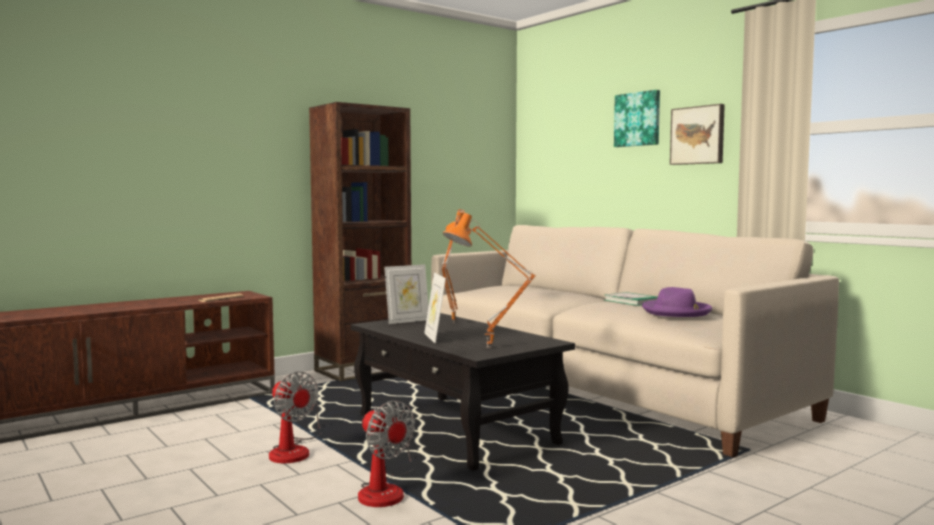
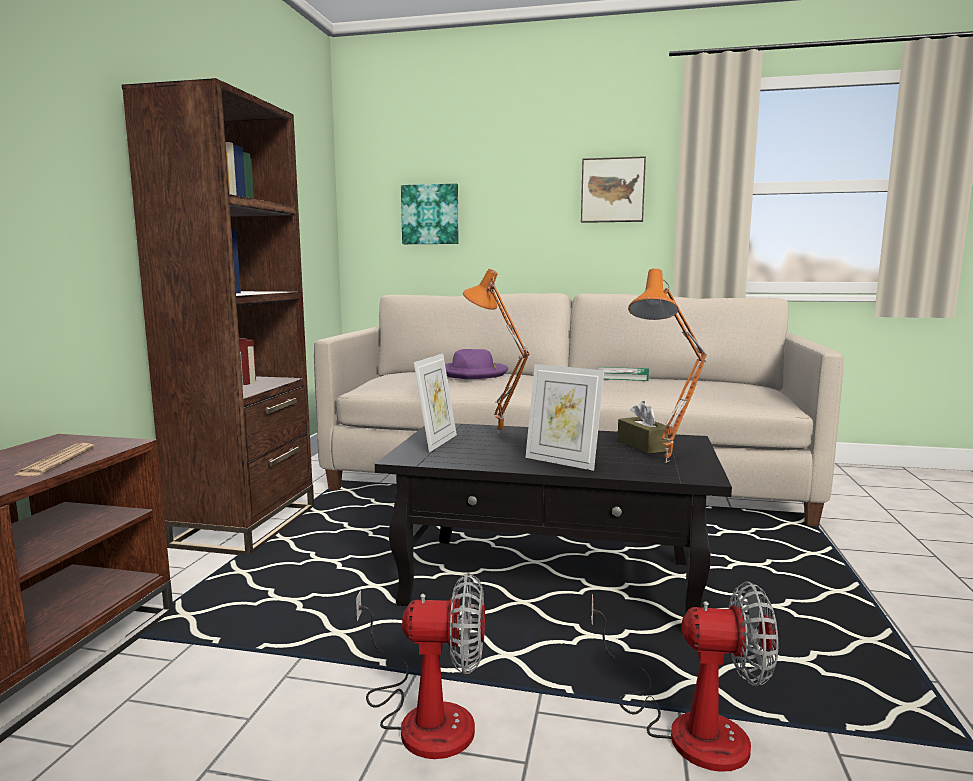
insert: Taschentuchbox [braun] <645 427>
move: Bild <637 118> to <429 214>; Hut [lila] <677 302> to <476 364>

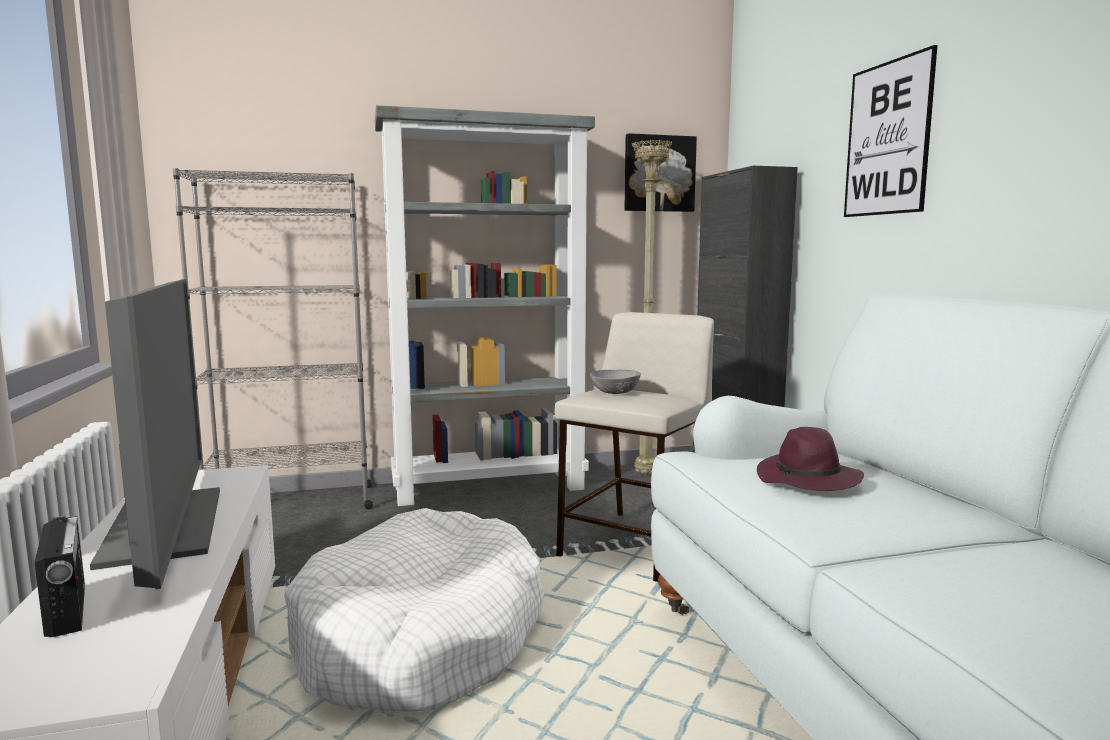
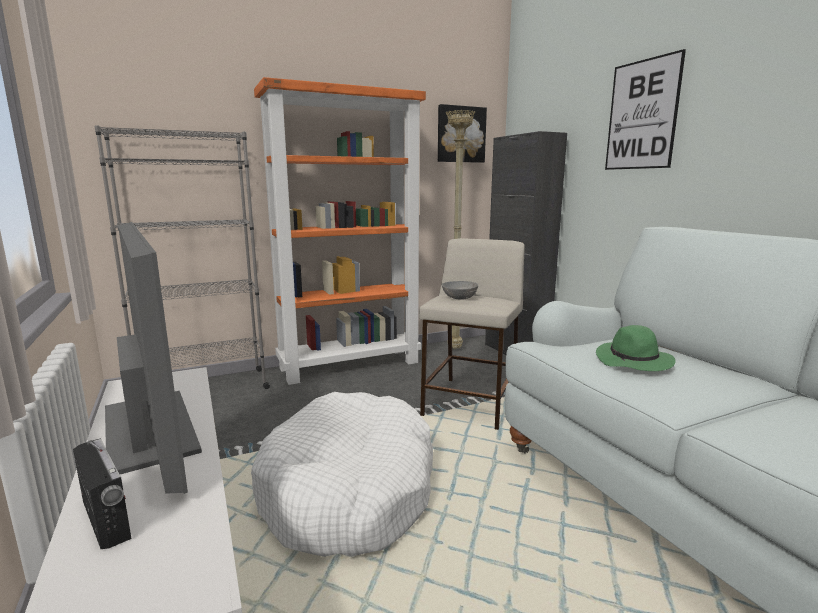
recolor: Bücherregal [grau] <485 305> to Bücherregal [orange] <340 231>; Hut [lila] <810 459> to Hut [grün] <636 348>

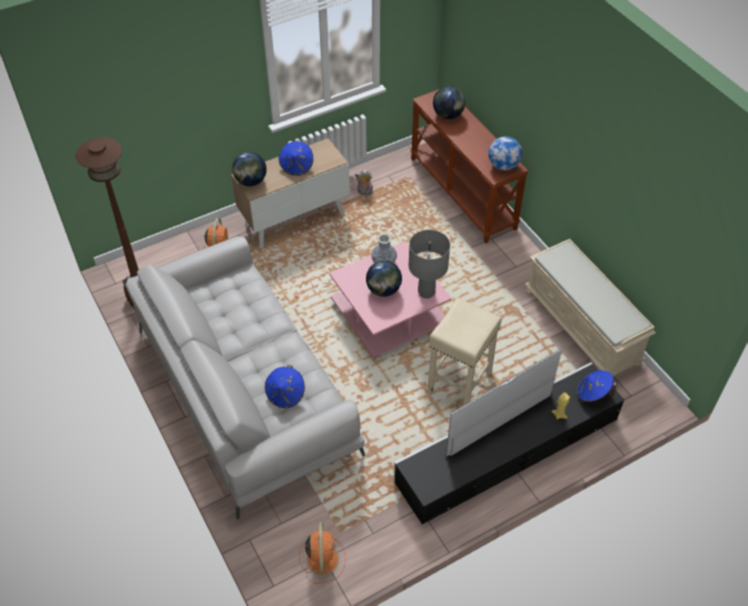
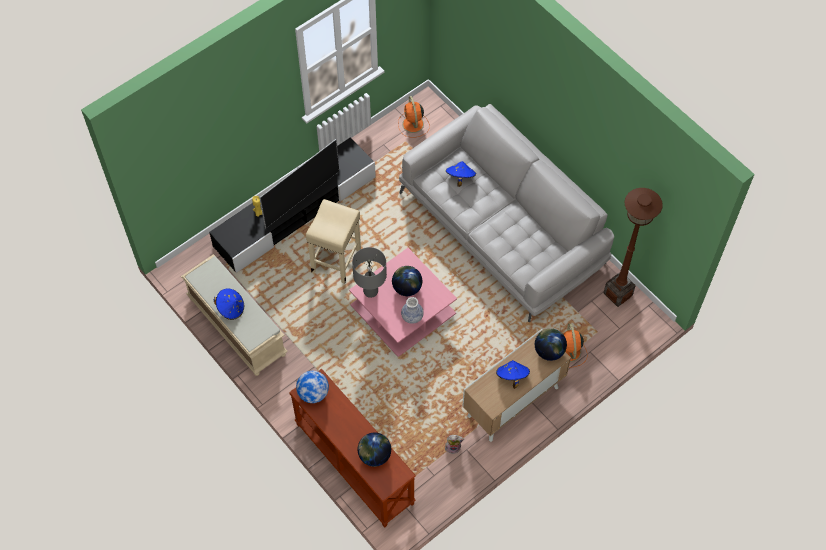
move: Hut [blau] <597 386> to <229 304>

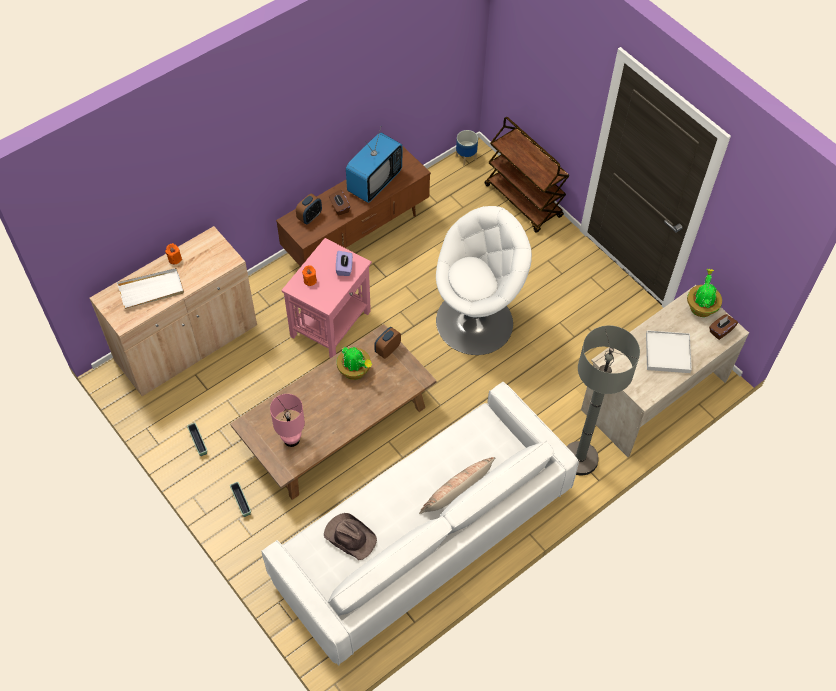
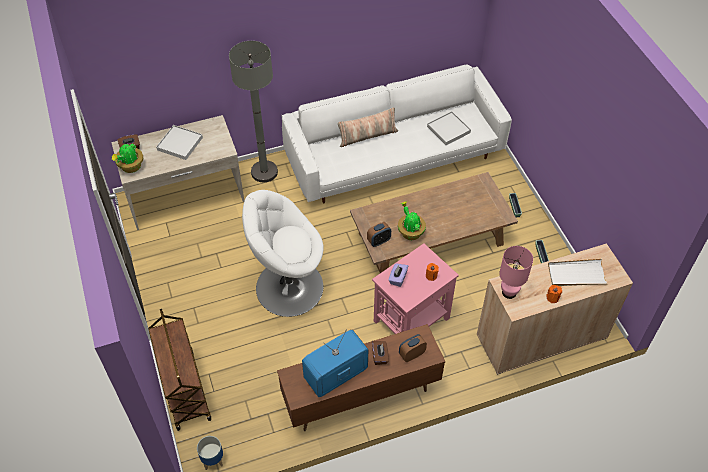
move: Tischlampe [rosa] <287 420> to <516 272>
replace: Hut [braun] <350 536> to Tablett [weiß] <449 128>

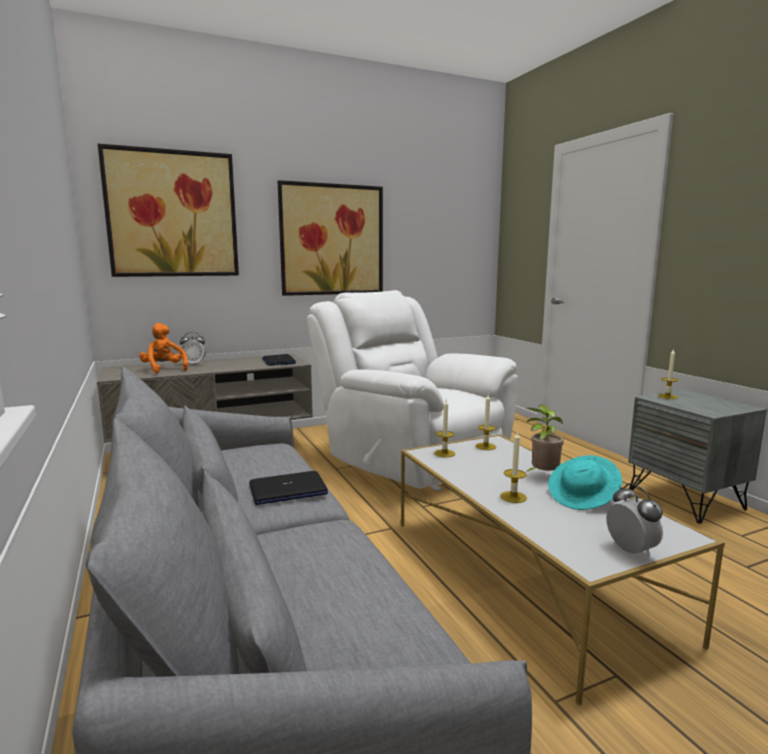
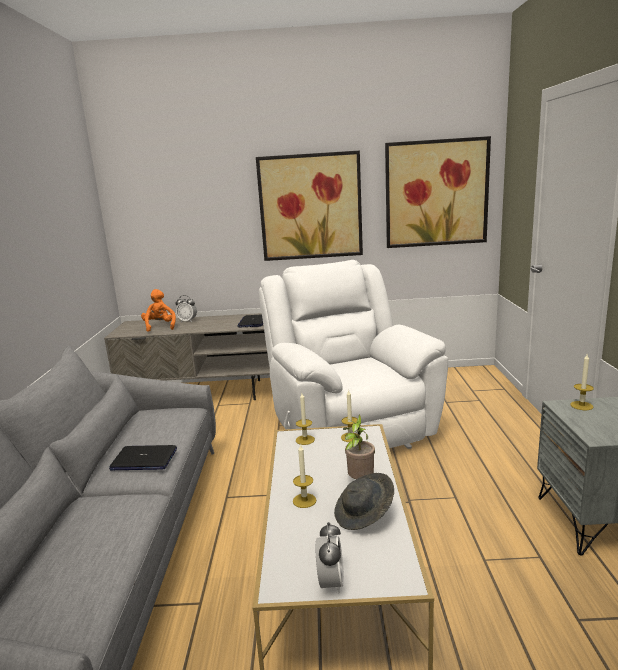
move: Bild <168 210> to <438 192>
recolor: Hut [türkis] <585 482> to Hut [grau] <364 501>

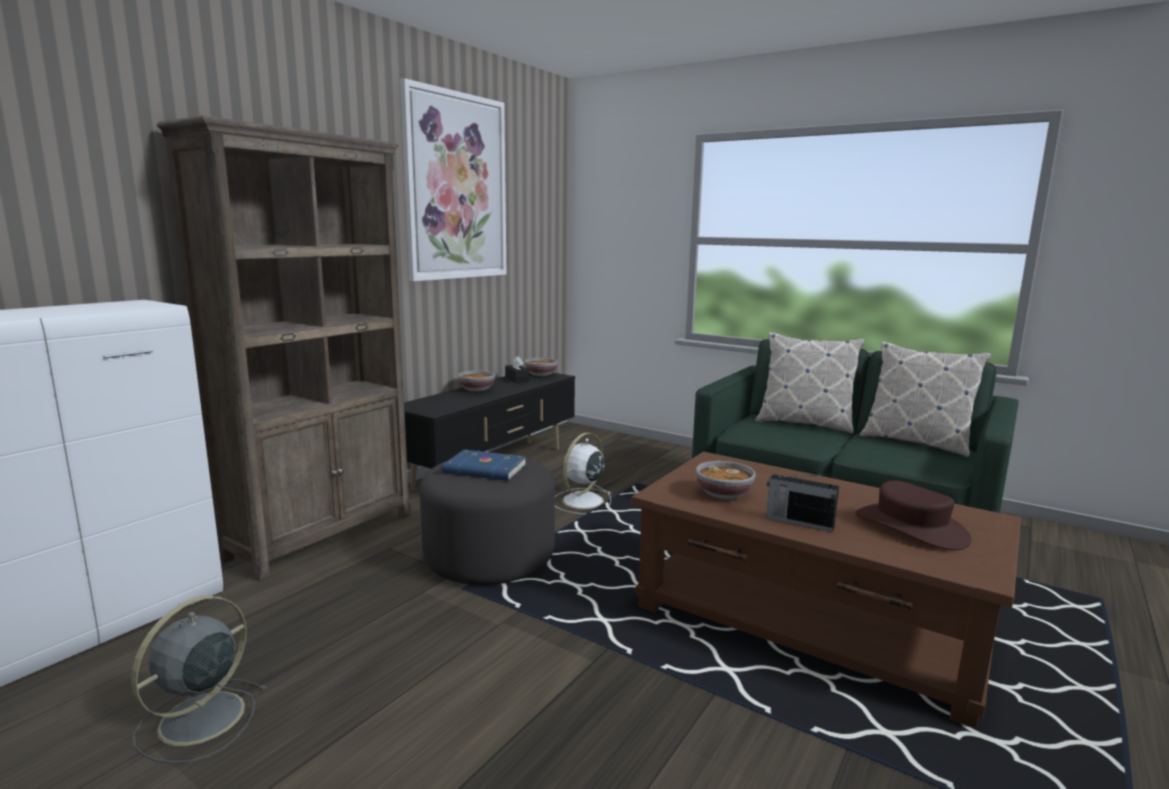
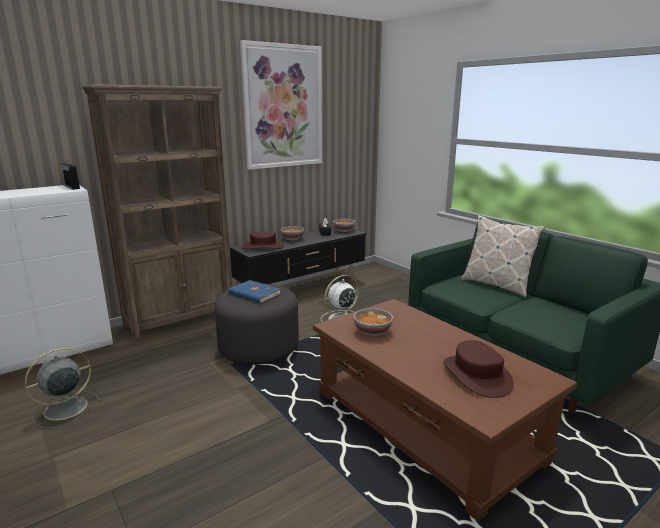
delete: Kissen <925 399>
insert: Hut [braun] <263 240>
move: Radio <802 503> to <69 174>

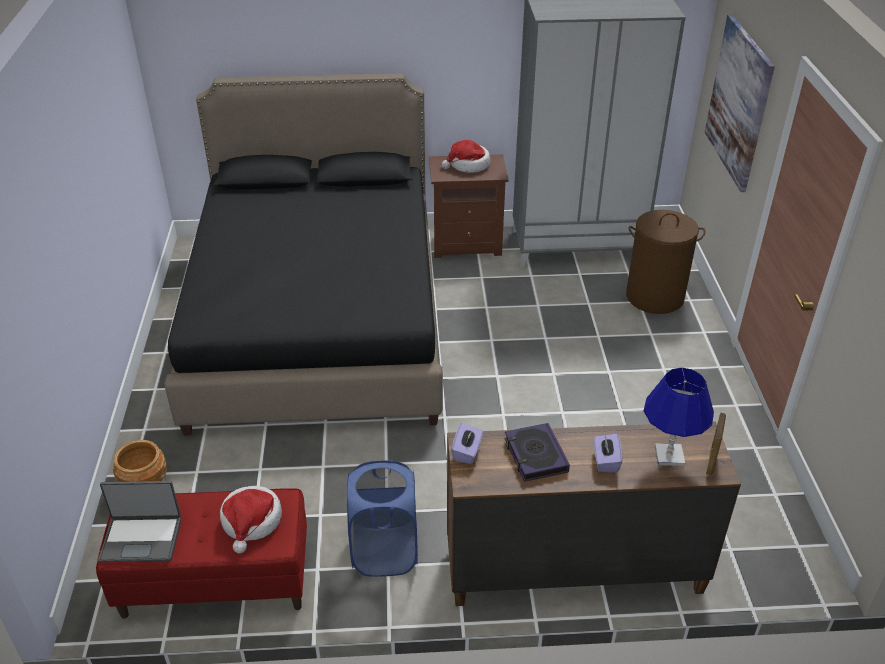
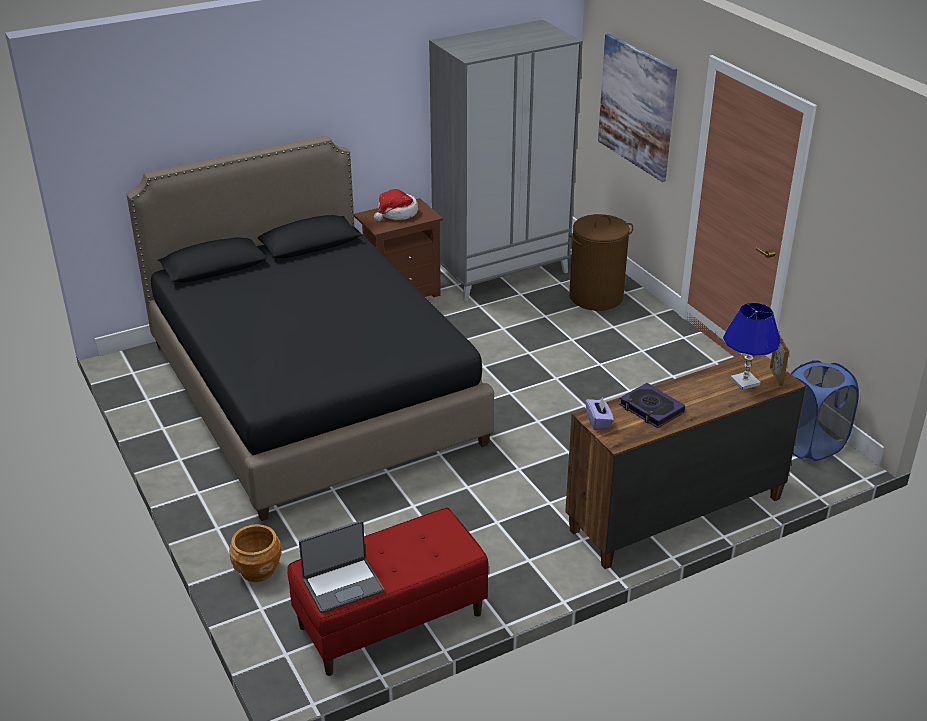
delete: Hut <251 519>; Taschentuchbox [lila] <608 453>
move: Wäschekorb [blau] <382 518> to <825 410>

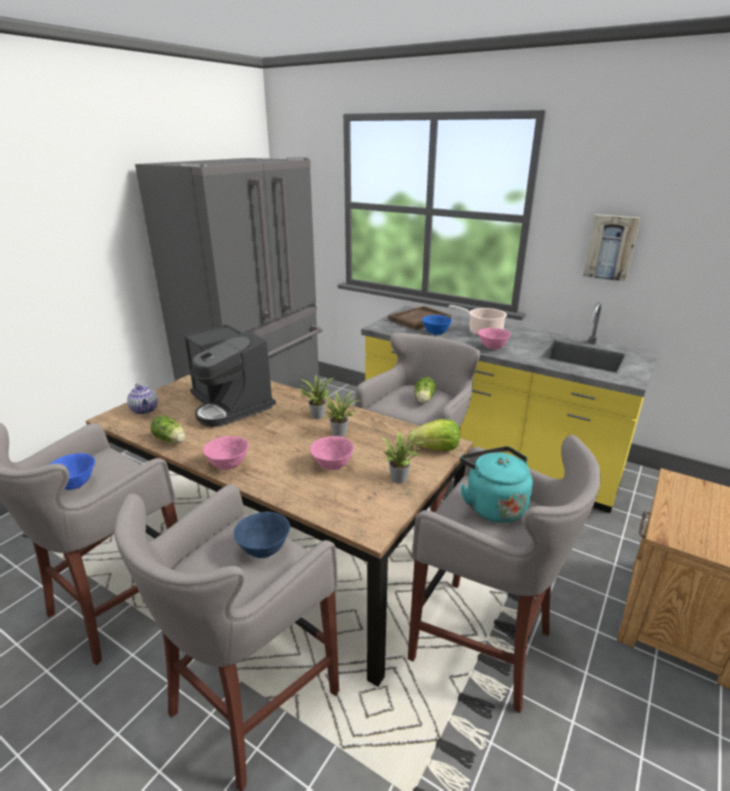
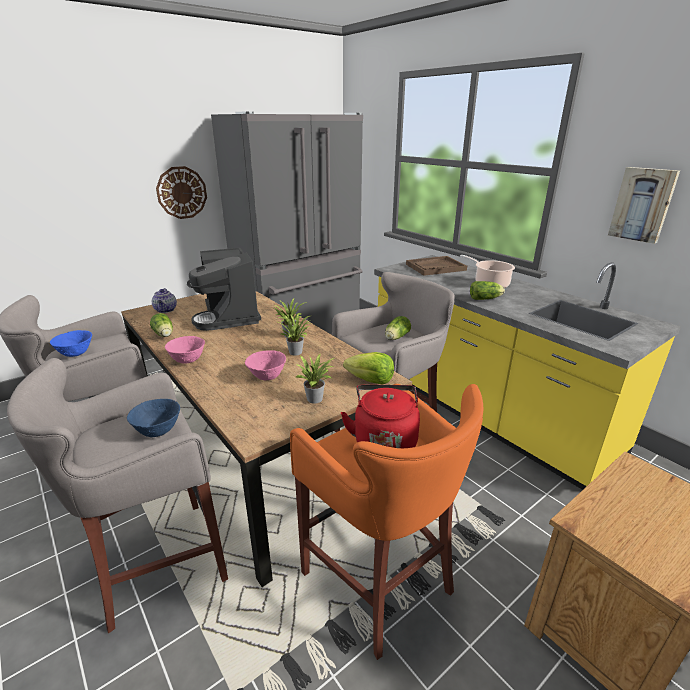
delete: Schüssel [blau] <437 325>
insert: Wanduhr <181 192>
replace: Schüssel [rosa] <494 339> to Salatkopf <487 290>
recolor: Hocker [grau] <504 574> to Hocker [orange] <386 522>; Wasserkessel [türkis] <496 484> to Wasserkessel [rot] <380 416>

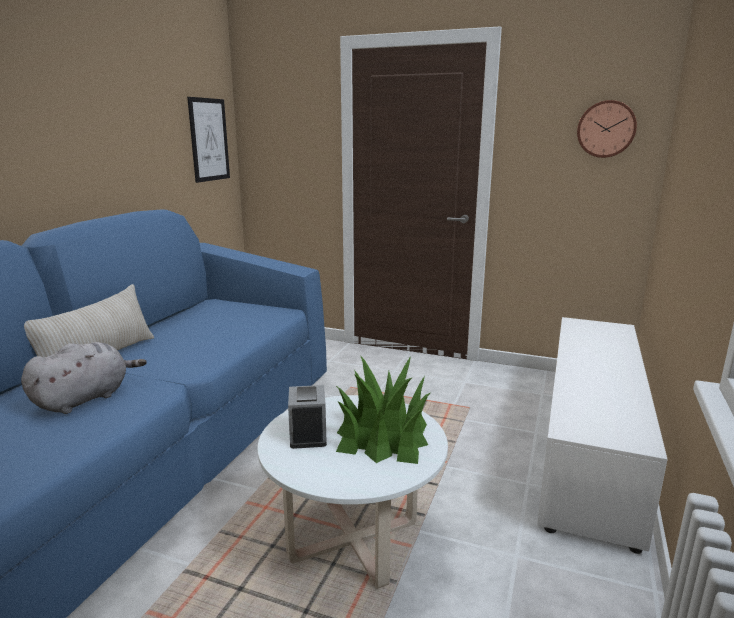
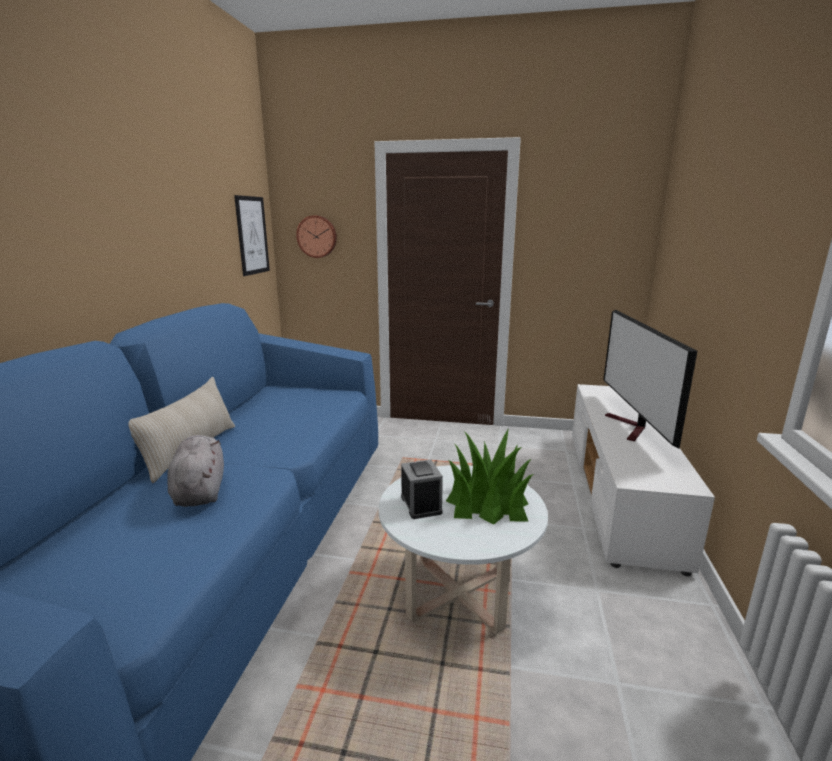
insert: Fernseher <650 379>
move: Wanduhr <607 129> to <316 236>
rotate: Plüschtier [grau] <84 378> = <195 471> 45 degrees counterclockwise

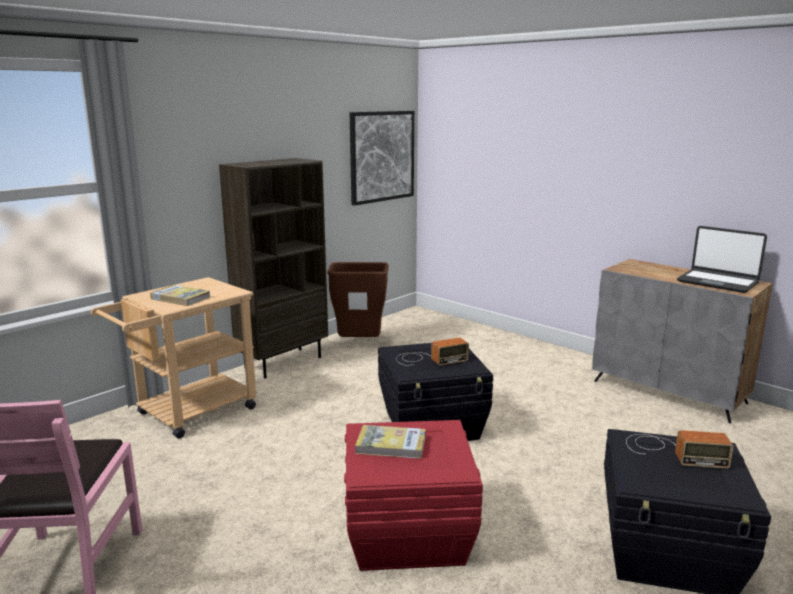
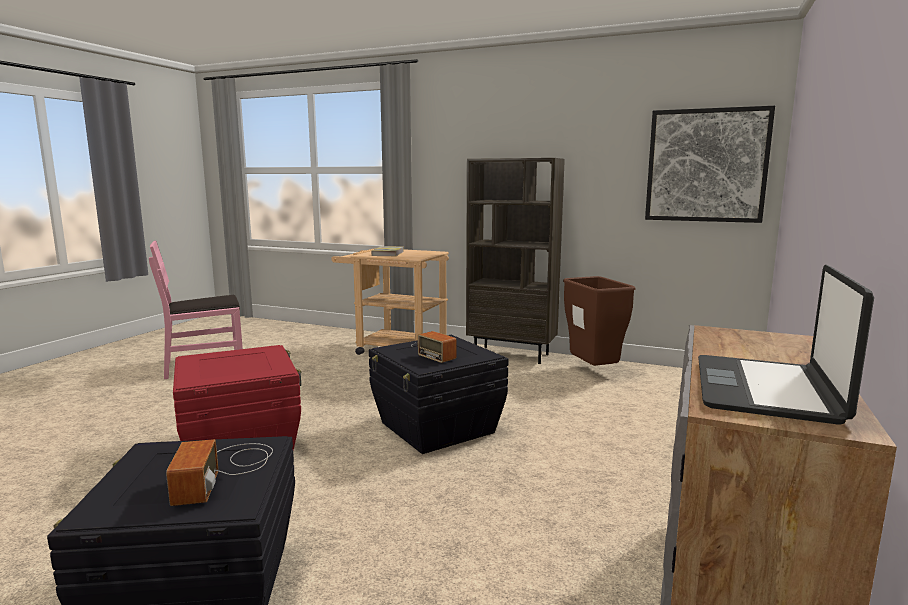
delete: Buch <390 442>

